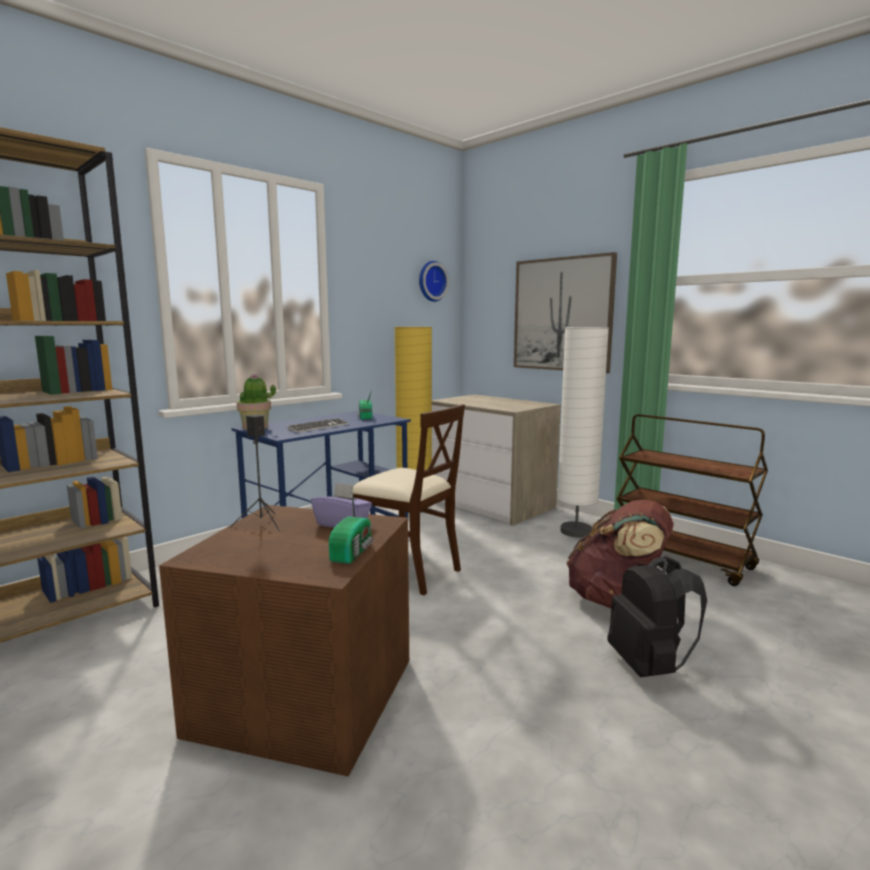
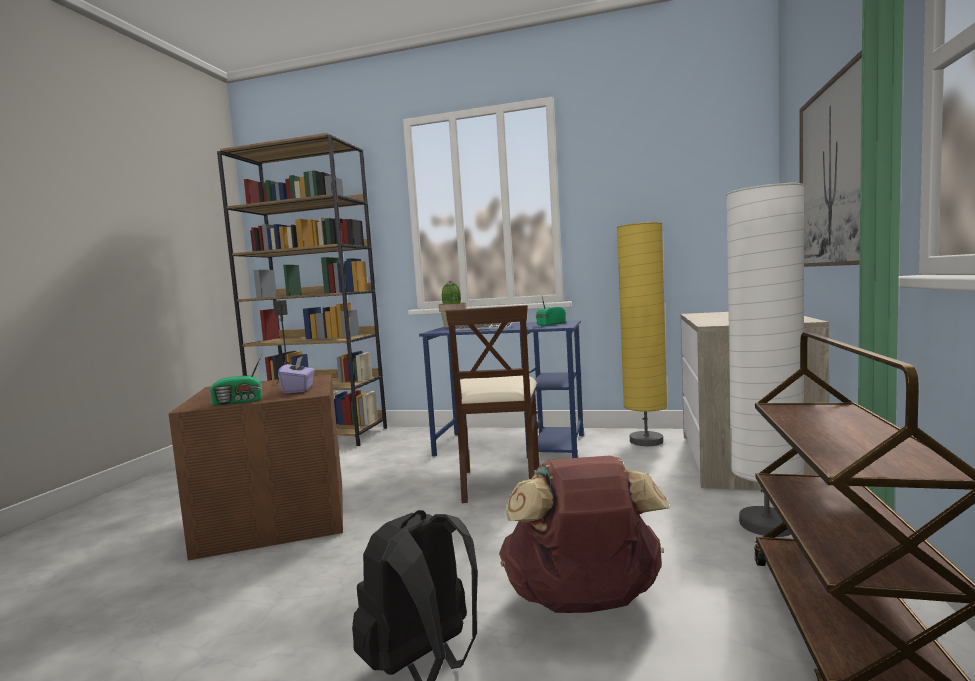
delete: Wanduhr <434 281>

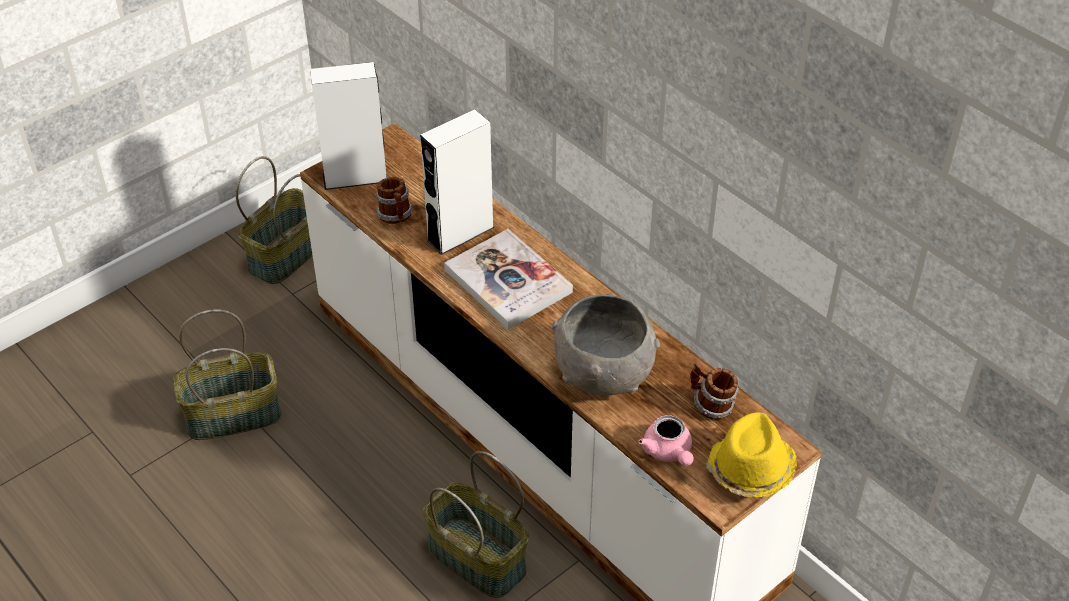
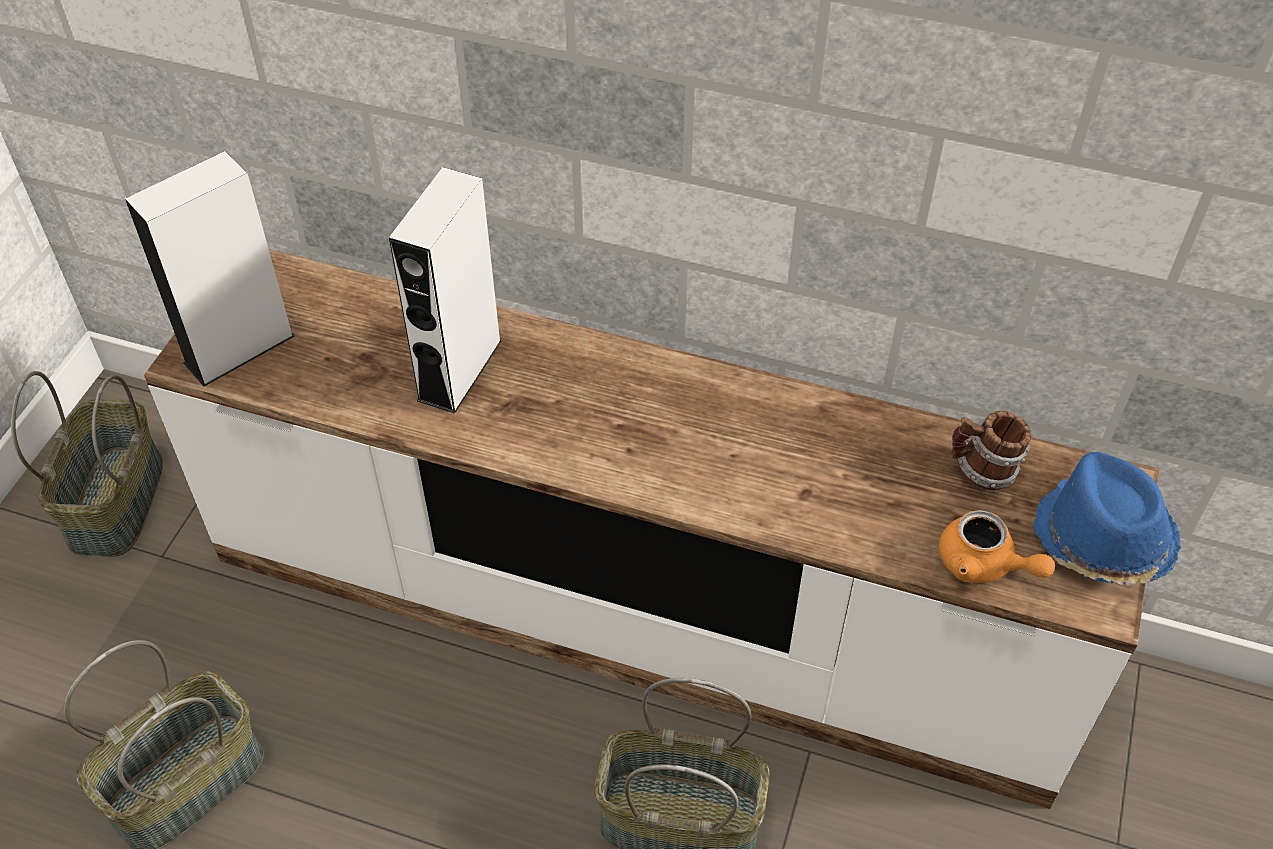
delete: Henkelbecher <394 200>; Buch <508 279>; Schüssel [grau] <605 344>
recolor: Teekanne [rosa] <666 440> to Teekanne [orange] <997 546>; Hut [gelb] <751 455> to Hut [blau] <1107 519>

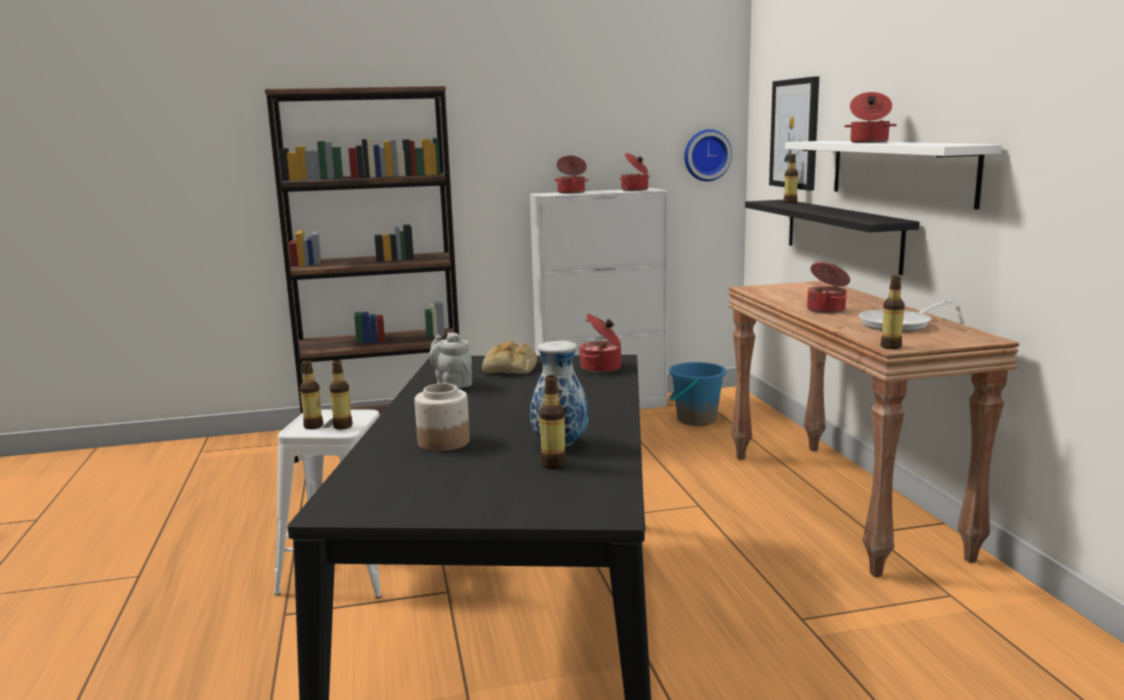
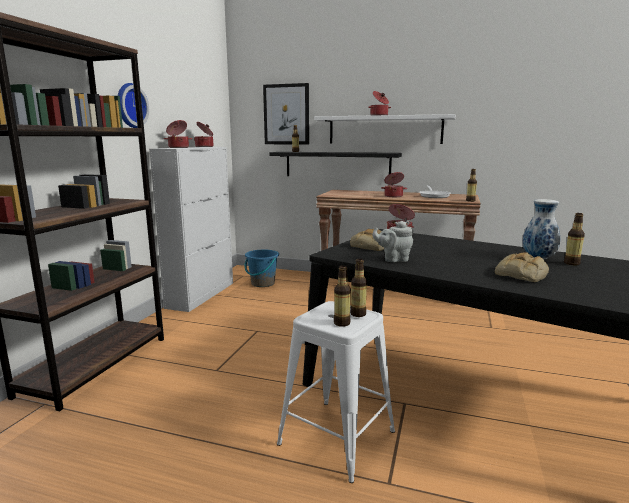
move: Wanduhr <708 155> to <133 105>
replace: Vorratsglas <442 417> to Brot <522 267>

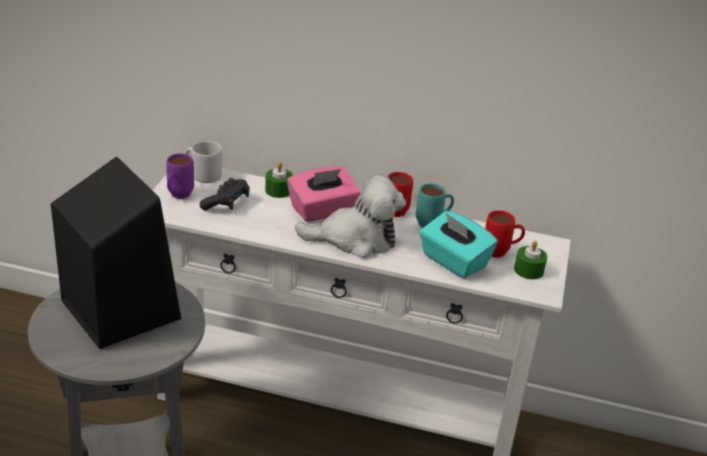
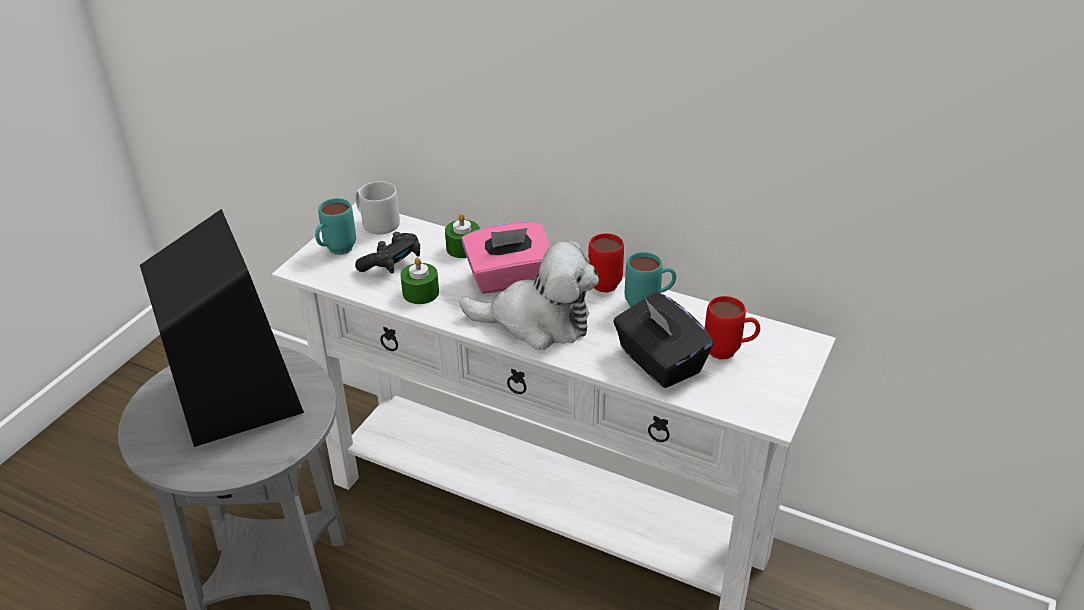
move: Kerze [grün] <530 260> to <420 280>
recolor: Henkelbecher [lila] <180 176> to Henkelbecher [türkis] <335 226>; Taschentuchbox [türkis] <458 245> to Taschentuchbox [schwarz] <663 340>

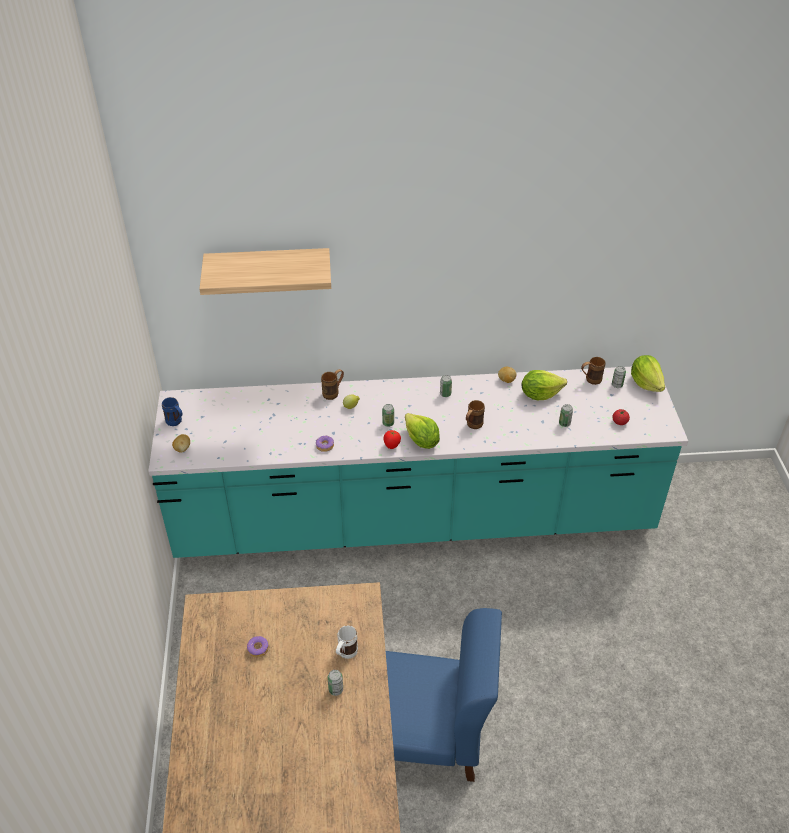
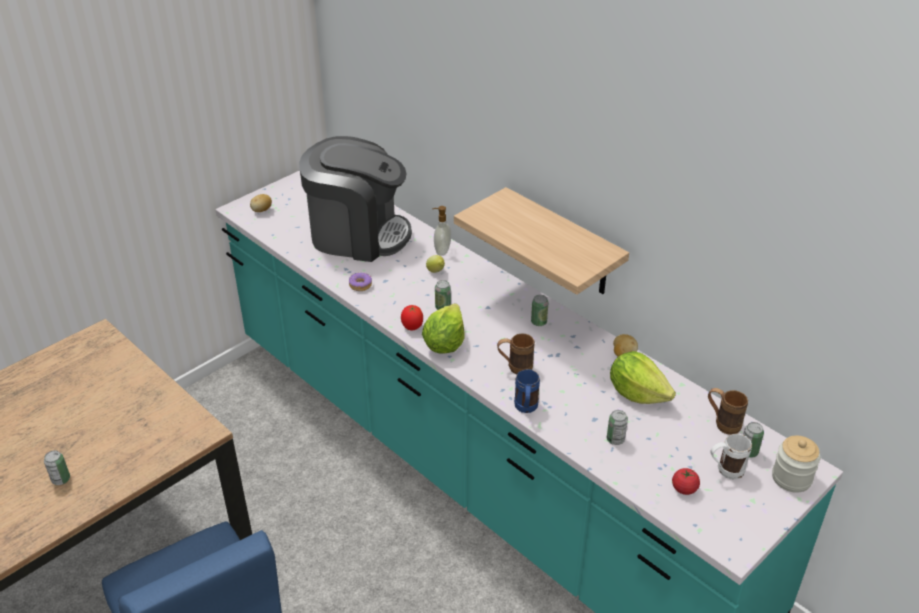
delete: Donut <258 646>
insert: Kaffeemaschine <355 199>
move: Henkelbecher [blau] <172 411> to <527 391>; Wandregal <265 271> to <541 241>; Henkelbecher [weiß] <347 642> to <731 456>
replace: Henkelbecher [braun] <332 384> to Seifenspender <441 231>; Salatkopf <648 373> to Vorratsglas <796 464>

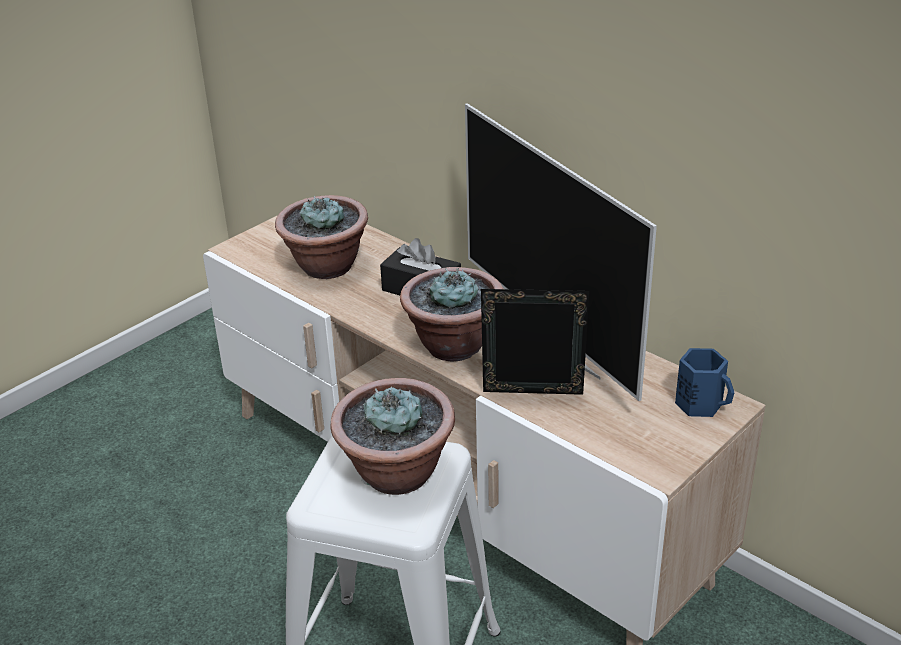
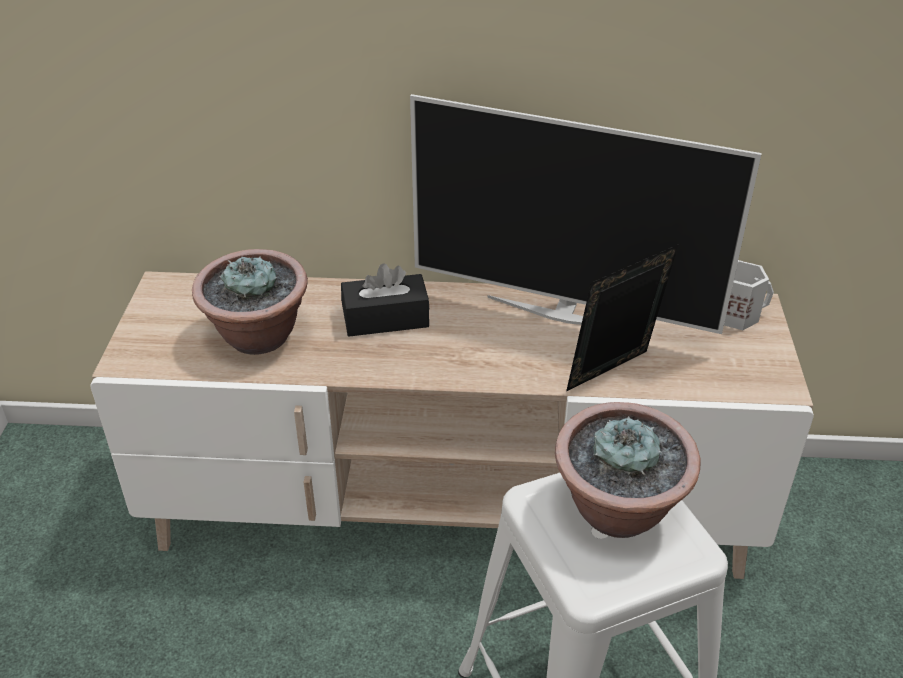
delete: Topfpflanze <451 314>
recolor: Henkelbecher [blau] <704 382> to Henkelbecher [weiß] <749 295>

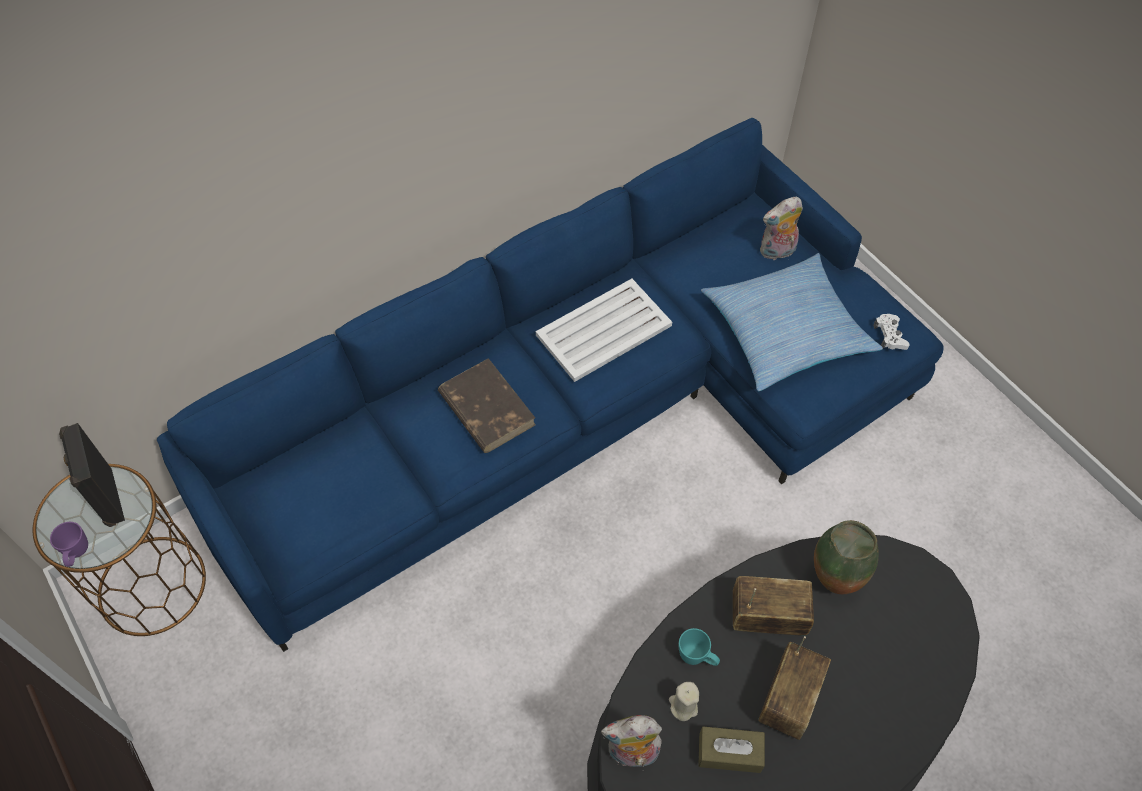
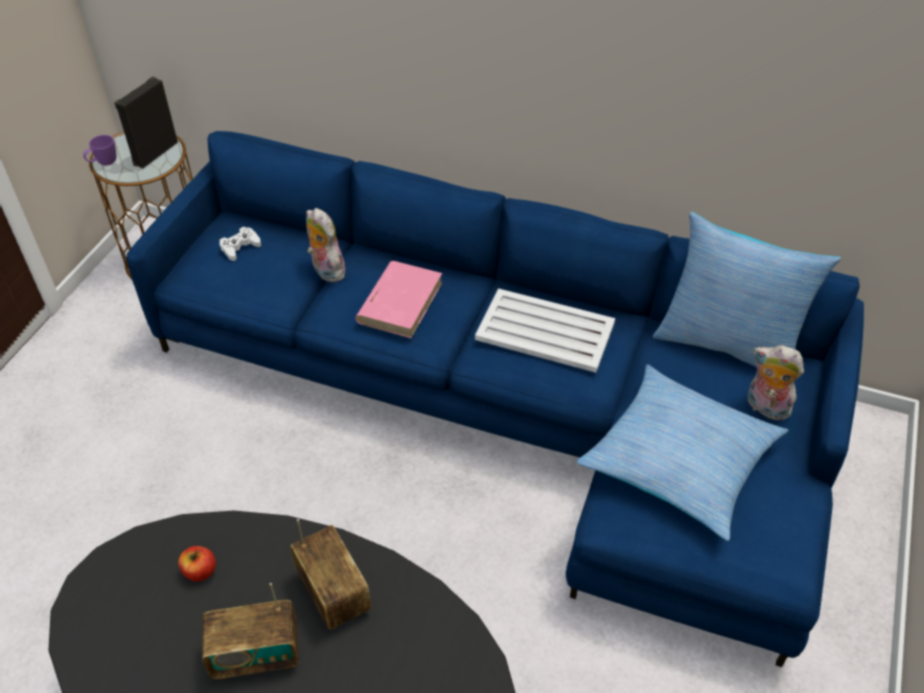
delete: Henkelbecher [türkis] <699 647>; Taschentuchbox [braun] <731 750>; Vase <846 557>
insert: Kissen <747 289>
move: Plüschtier <631 741> to <325 245>; Gamepad [weiß] <891 332> to <240 244>
replace: Kerze [beige] <684 701> to Apfel <197 564>
recolor: Buch [braun] <487 405> to Buch [rosa] <399 299>

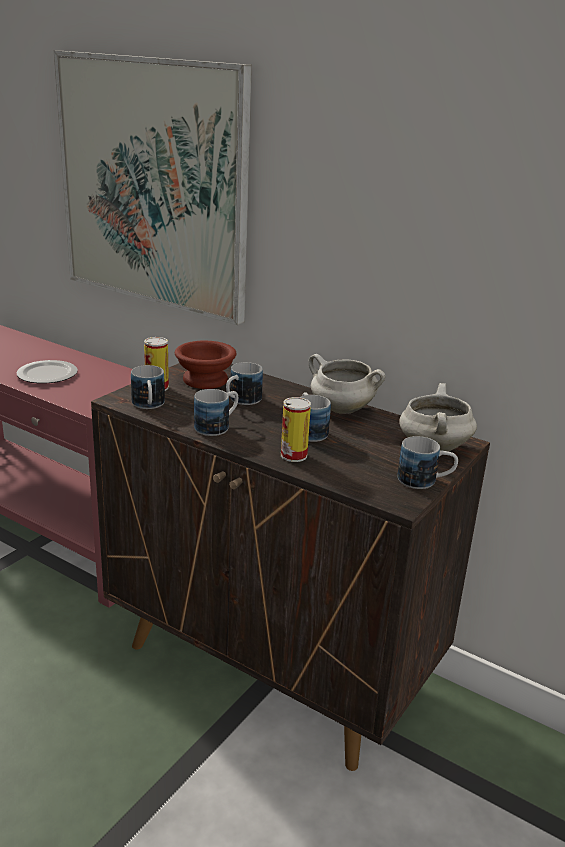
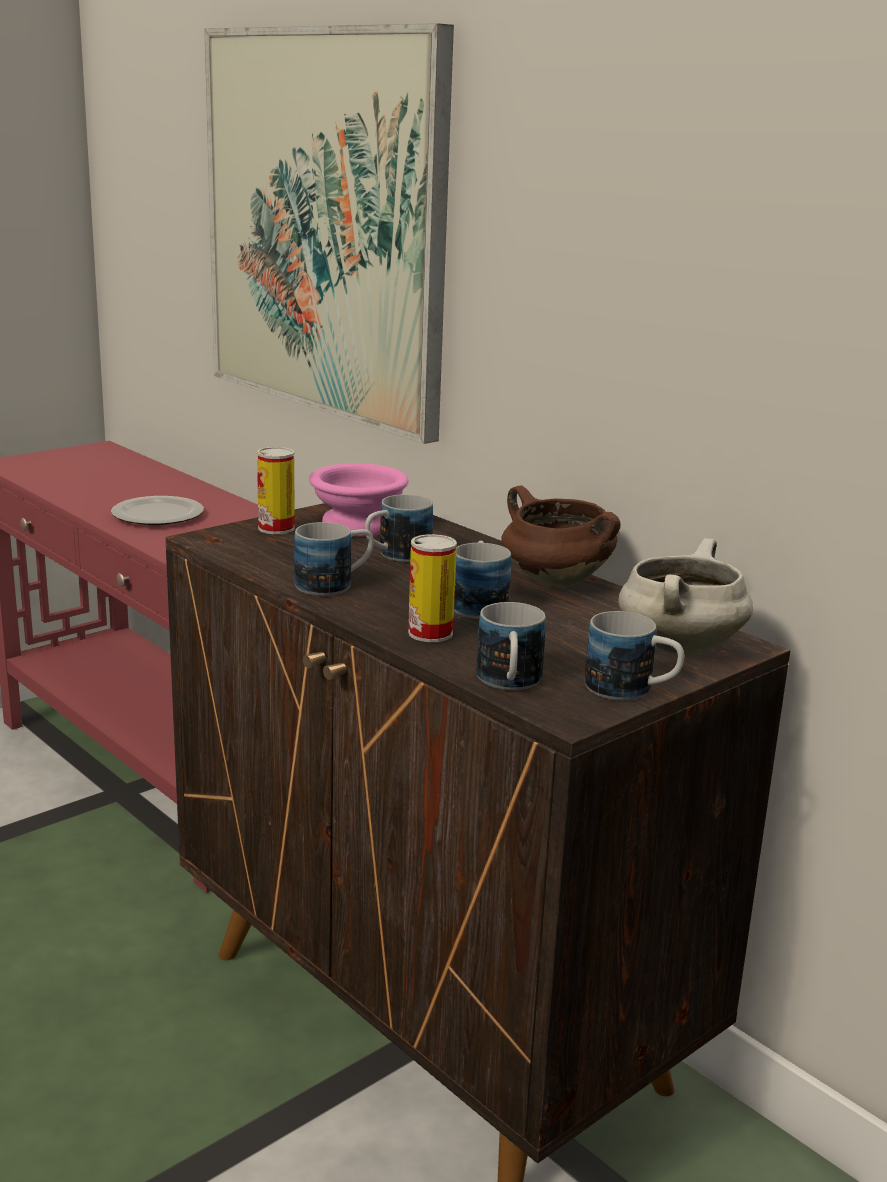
move: Henkelbecher <148 387> to <511 646>
recolor: Schüssel [braun] <205 365> to Schüssel [rosa] <358 500>; Kochtopf [weiß] <347 383> to Kochtopf [braun] <561 536>

